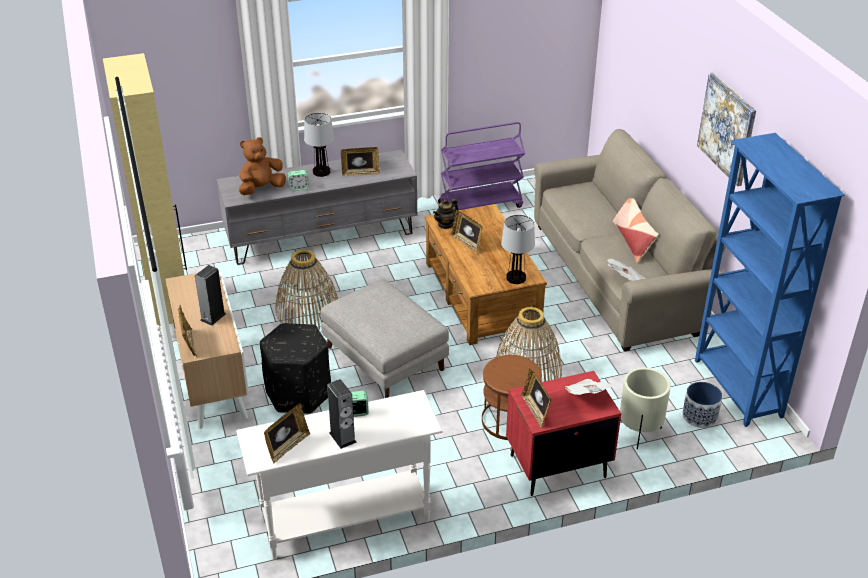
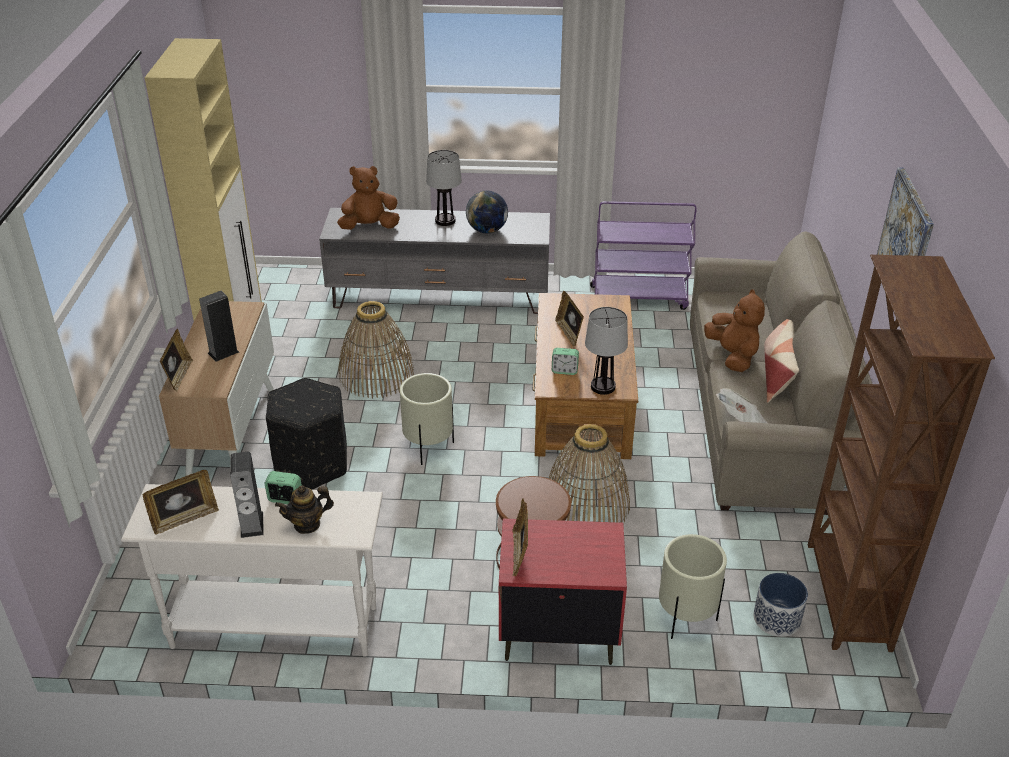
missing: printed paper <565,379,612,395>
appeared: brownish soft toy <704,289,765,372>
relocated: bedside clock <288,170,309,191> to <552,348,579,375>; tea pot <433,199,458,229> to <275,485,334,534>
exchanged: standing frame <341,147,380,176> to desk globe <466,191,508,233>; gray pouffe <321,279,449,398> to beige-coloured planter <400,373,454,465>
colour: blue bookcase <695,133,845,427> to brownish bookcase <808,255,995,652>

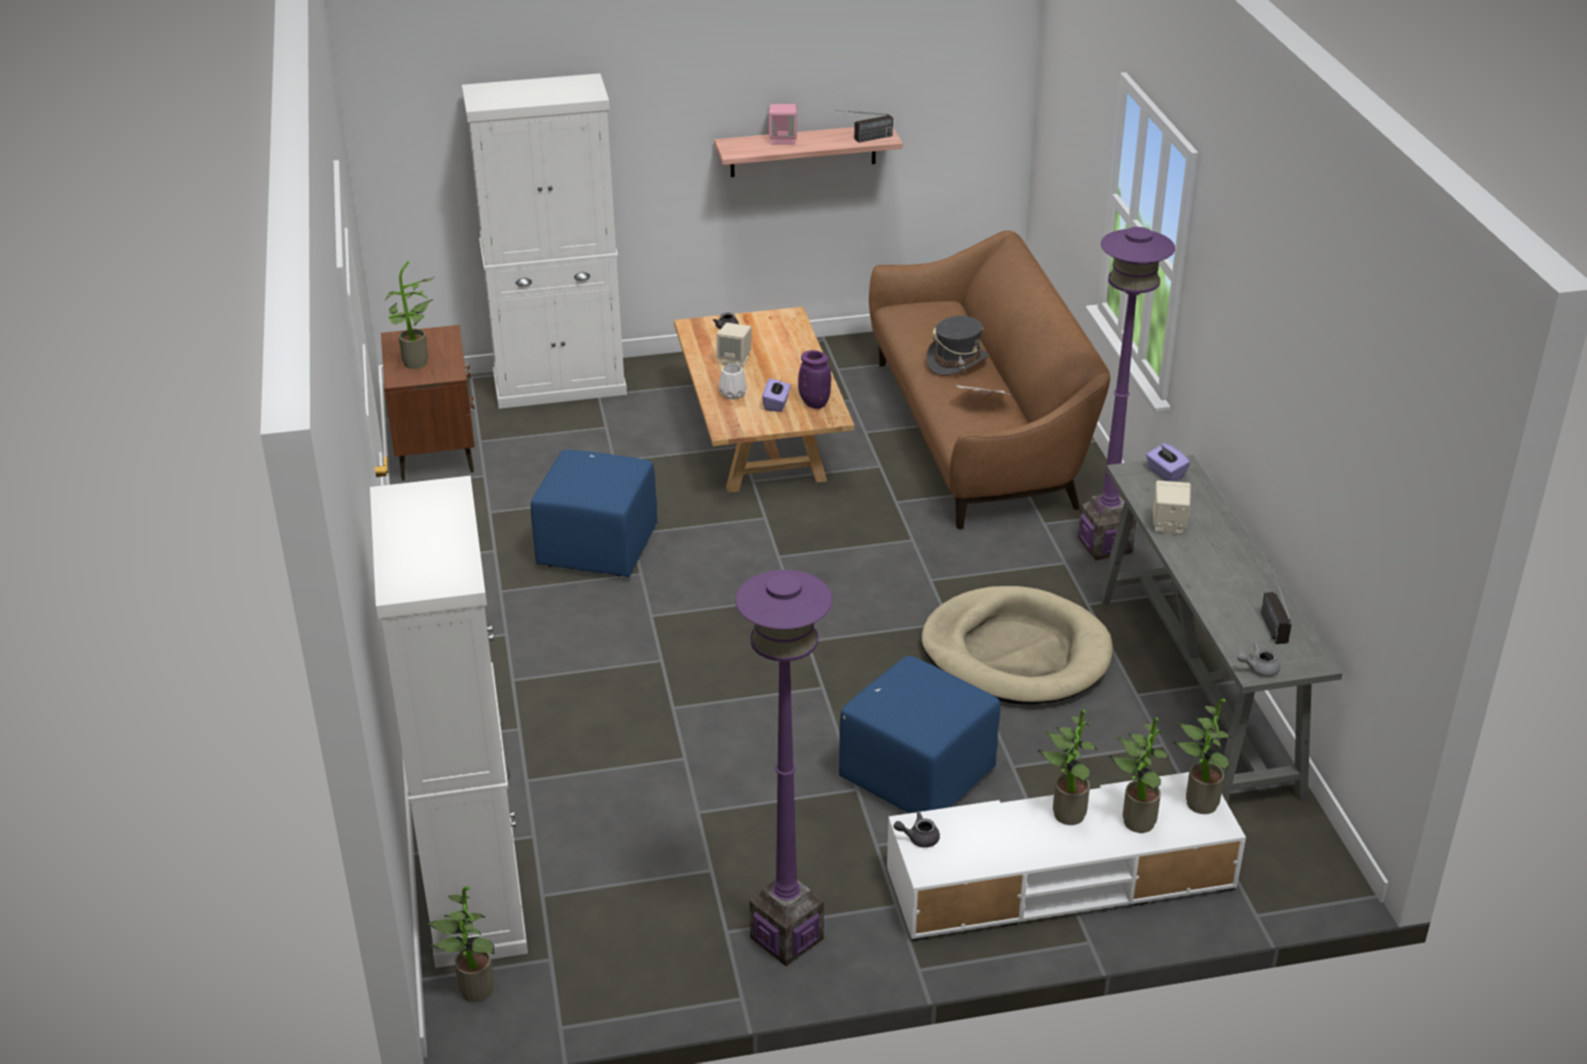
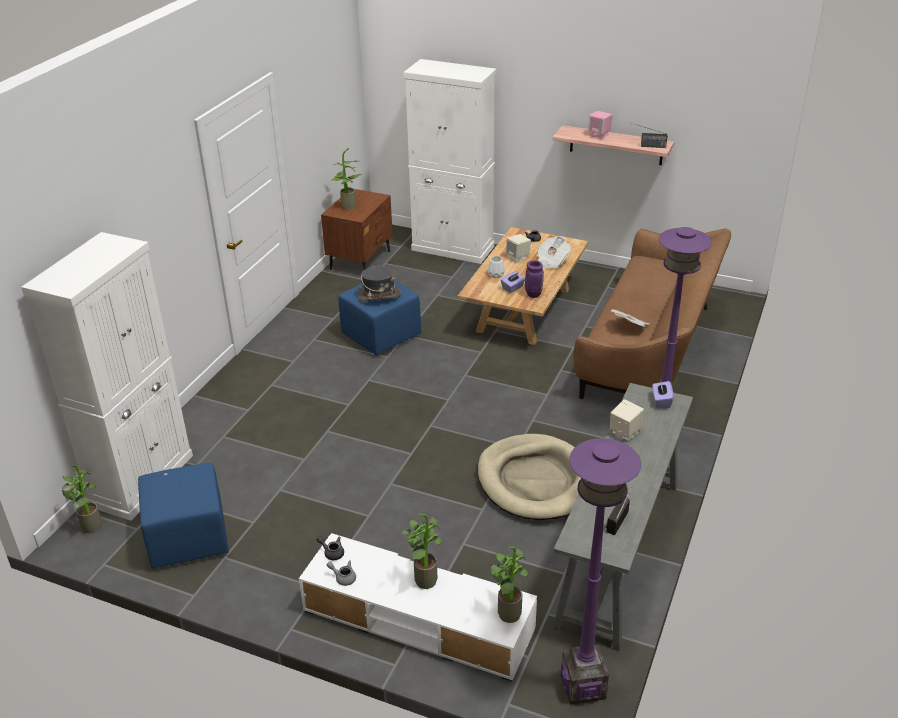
missing: potted plant <1109,717,1169,833>
appeared: printed paper <536,236,571,269>
relocated: gray wearable hat <926,316,989,376> to <357,266,401,301>; purple standing lamp <735,570,833,966> to <561,438,641,705>; gray tea pot <1237,643,1280,677> to <327,560,356,586>; blue pouffe <839,656,1000,813> to <138,463,229,569>

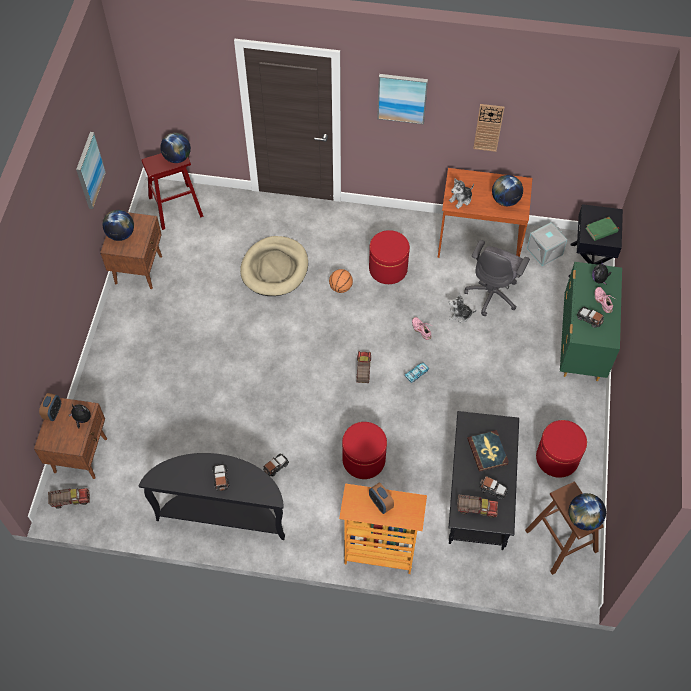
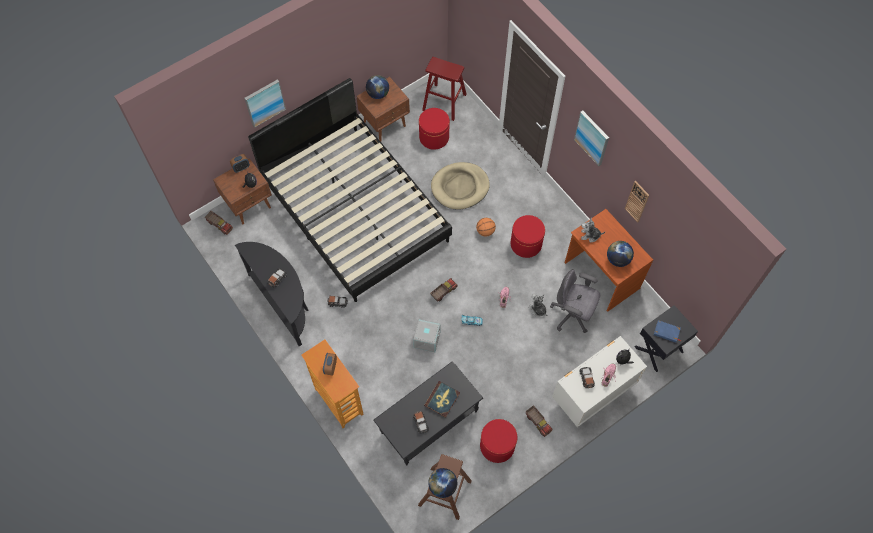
missing: desk globe <160,133,191,163>
appeared: black-coloured bedroom bed <248,78,452,302>
relocated: picture <76,132,106,209> to <244,79,286,128>; gray storage box <527,222,567,266> to <413,319,440,352>; red-coloured pouffe <342,422,387,479> to <419,108,450,150>; toy truck <457,494,498,518> to <526,405,553,437>
colour: green book <586,217,619,241> to blue book <654,320,681,343>; green chest of drawers <560,262,622,381> to white-coloured chest of drawers <552,336,647,427>
spun: gray desk chair <464,240,530,316> = <550,269,600,333> 45 degrees clockwise

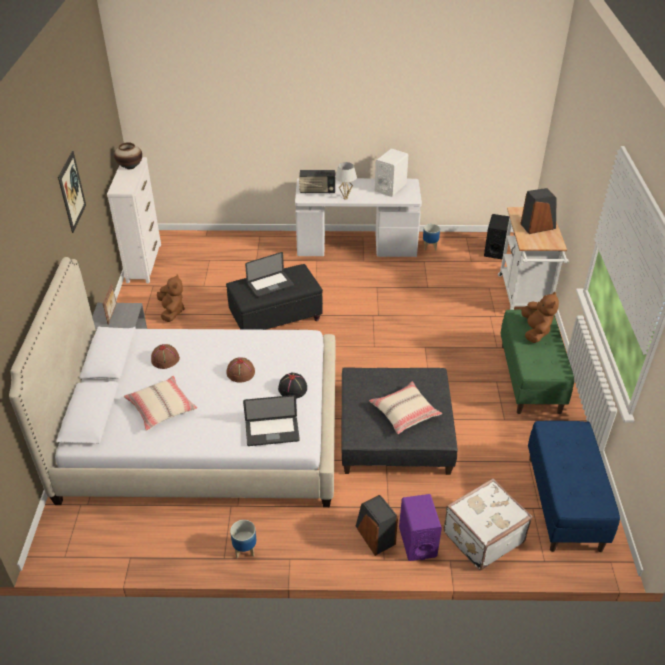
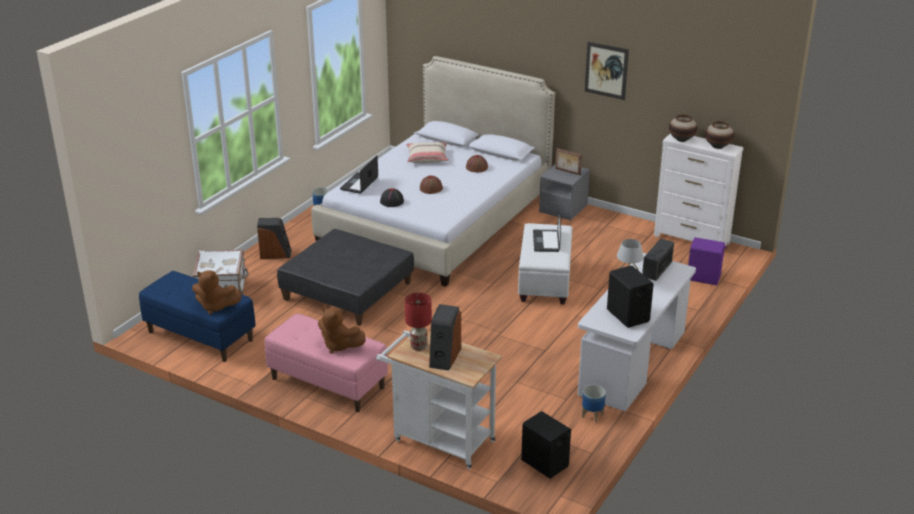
missing: beige-coloured throw pillow <369,381,442,434>
appeared: decorative vase <669,115,697,142>; red-coloured tabletop lamp <405,293,432,351>
relocated: brownish soft toy <157,274,185,322> to <192,270,242,315>; purple speaker <399,494,442,561> to <688,237,727,285>
colour: white-coloured speaker <375,148,408,197> to black-coloured speaker <607,265,654,328>; black-coloured pouffe <226,264,323,330> to white-coloured pouffe <518,223,572,305>; green long seat <500,310,574,414> to pink long seat <264,313,388,412>

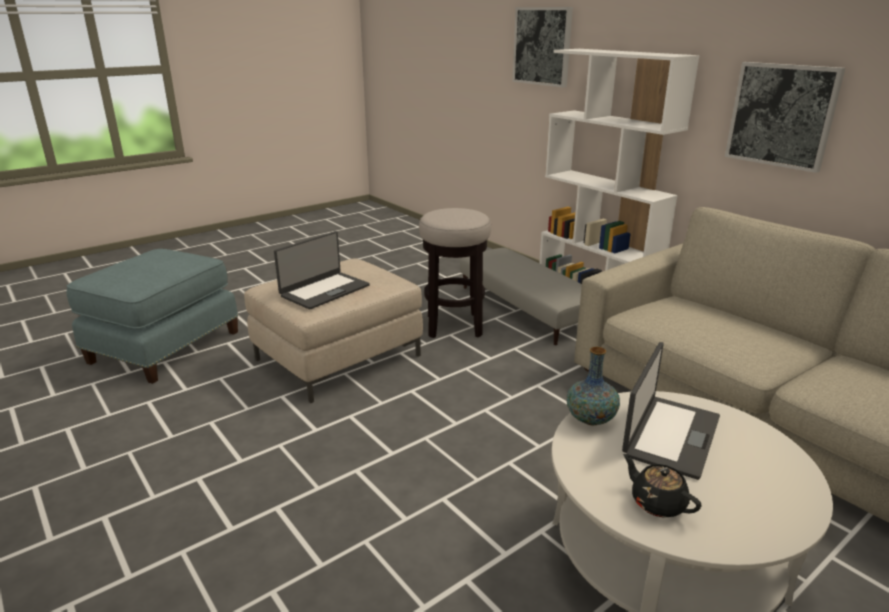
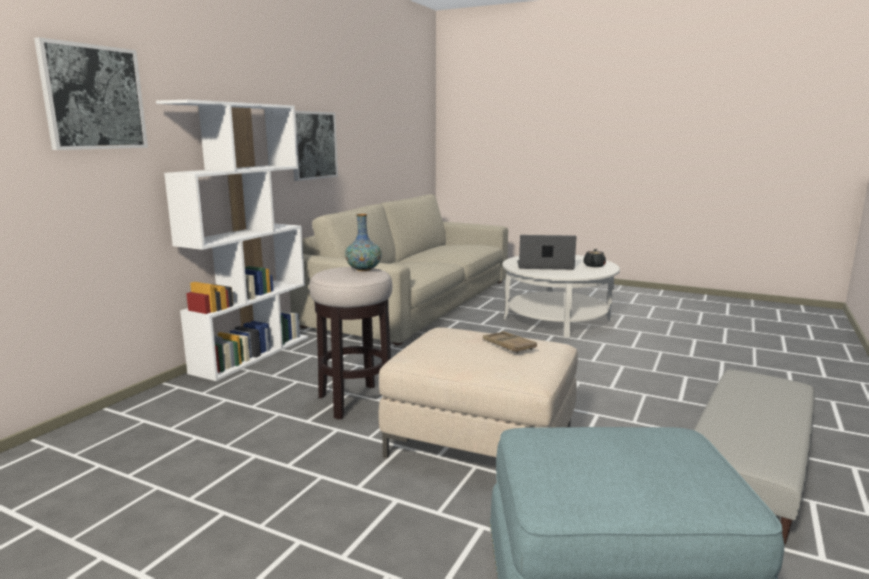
relocated: gray pouffe <460,248,582,345> to <694,370,815,544>; decorative vase <567,347,620,425> to <345,214,382,271>
exchanged: notebook computer <274,231,370,310> to brownish serving tray <483,331,537,353>

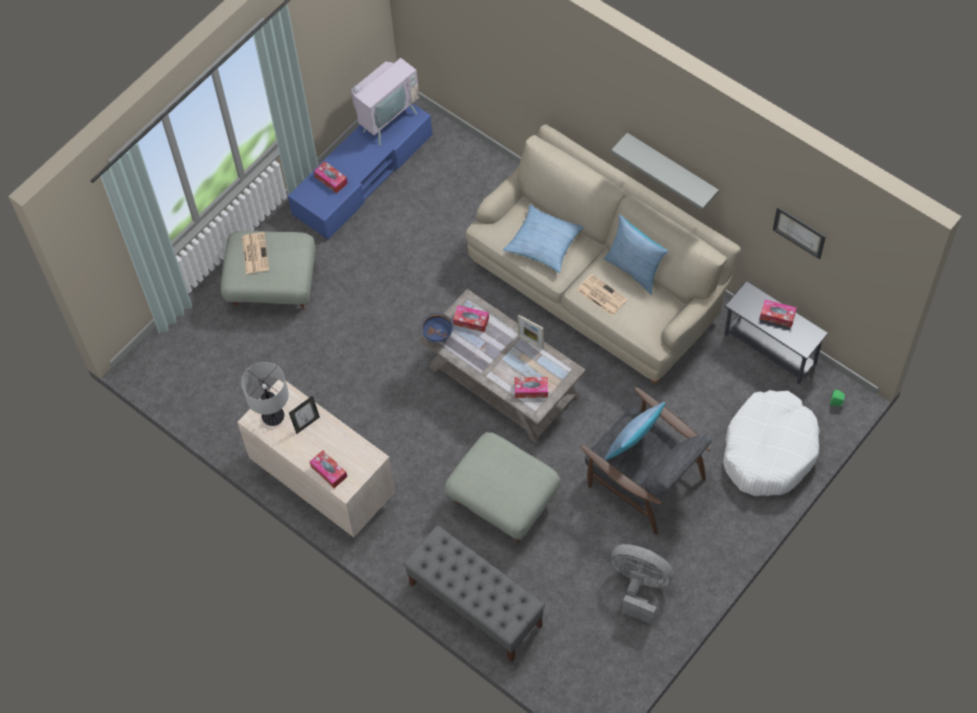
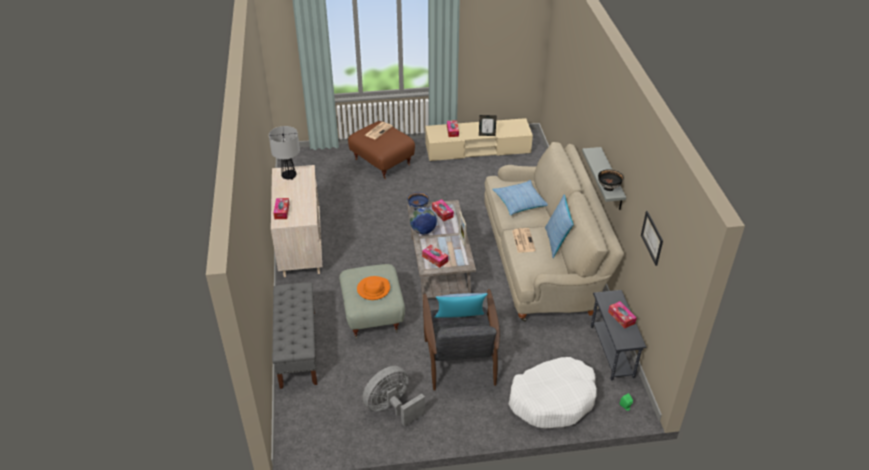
missing: TV set <345,58,419,145>
appeared: black-coloured bowl <598,169,624,191>; desk globe <410,207,437,234>; orange wearable hat <357,276,390,300>
relocated: standing frame <289,396,320,434> to <479,115,497,136>
colour: blue tv unit <288,103,432,239> to beige-coloured tv unit <425,118,533,161>; gray pouffe <221,231,315,309> to brownish pouffe <348,121,415,179>
spun: gray electric fan <611,544,674,625> = <363,366,425,427> 105 degrees counterclockwise

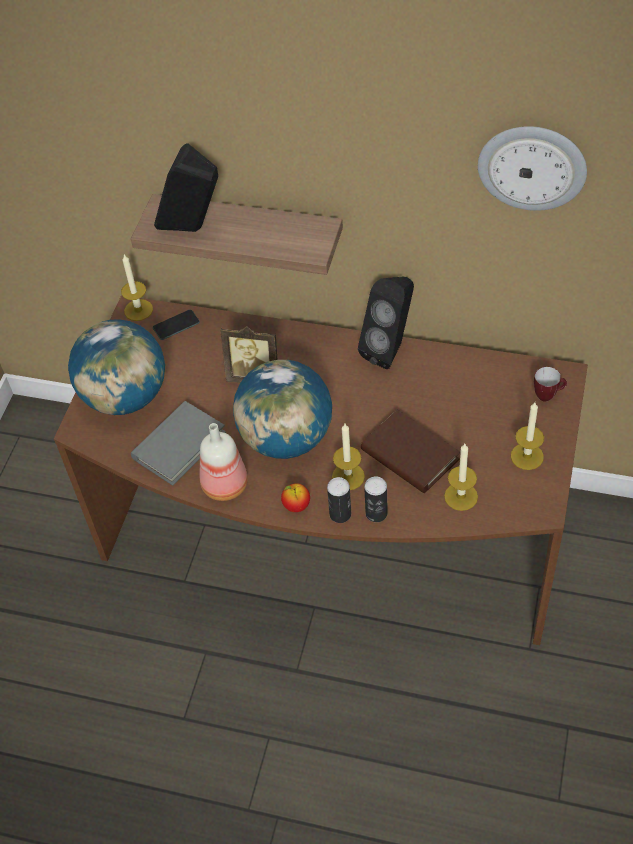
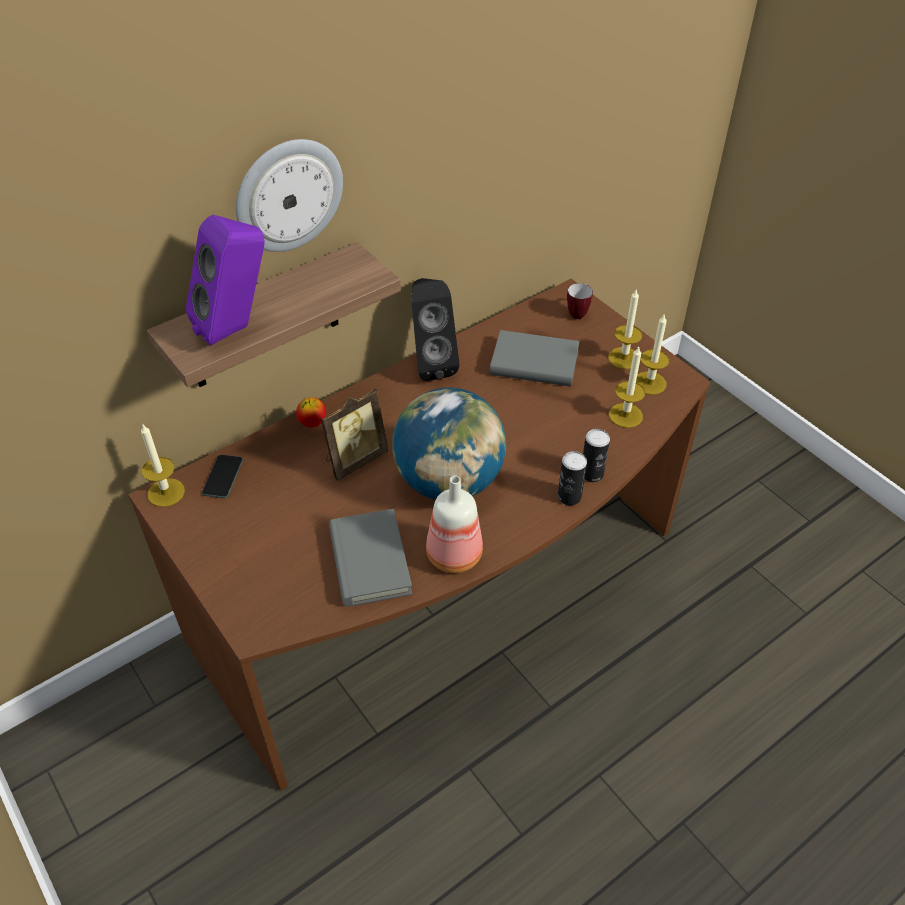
missing: desk globe <68,319,165,415>; brownish book <361,410,460,493>
appeared: gray book <490,330,580,386>
relocated: wall clock <478,126,587,211> to <236,139,343,252>; wax candle <332,424,365,490> to <636,313,669,395>; whole apple <281,483,310,512> to <296,397,326,427>
colour: black-coloured speaker <154,143,218,232> to purple speaker <186,215,265,346>

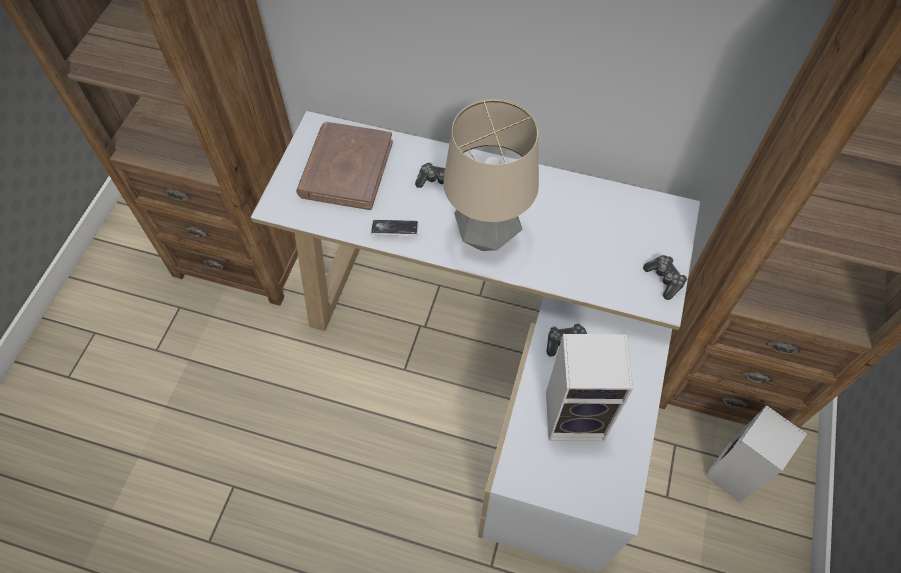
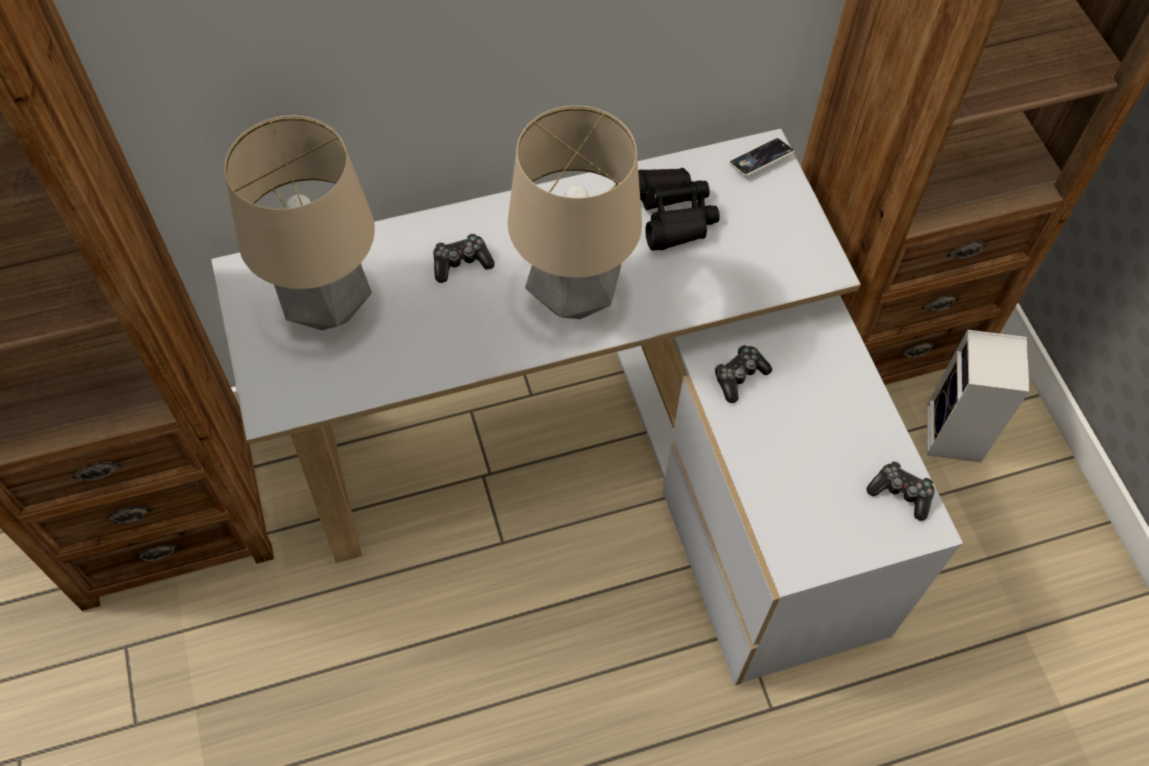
missing: speaker <546,334,633,441>
appeared: black-coloured field glasses <638,168,720,251>
relocated: telephone <371,220,418,236> to <729,138,794,176>; gamepad <643,255,687,300> to <867,461,935,521>
exchanged: brownish book <296,122,393,210> to tabletop lamp <224,116,375,330>

